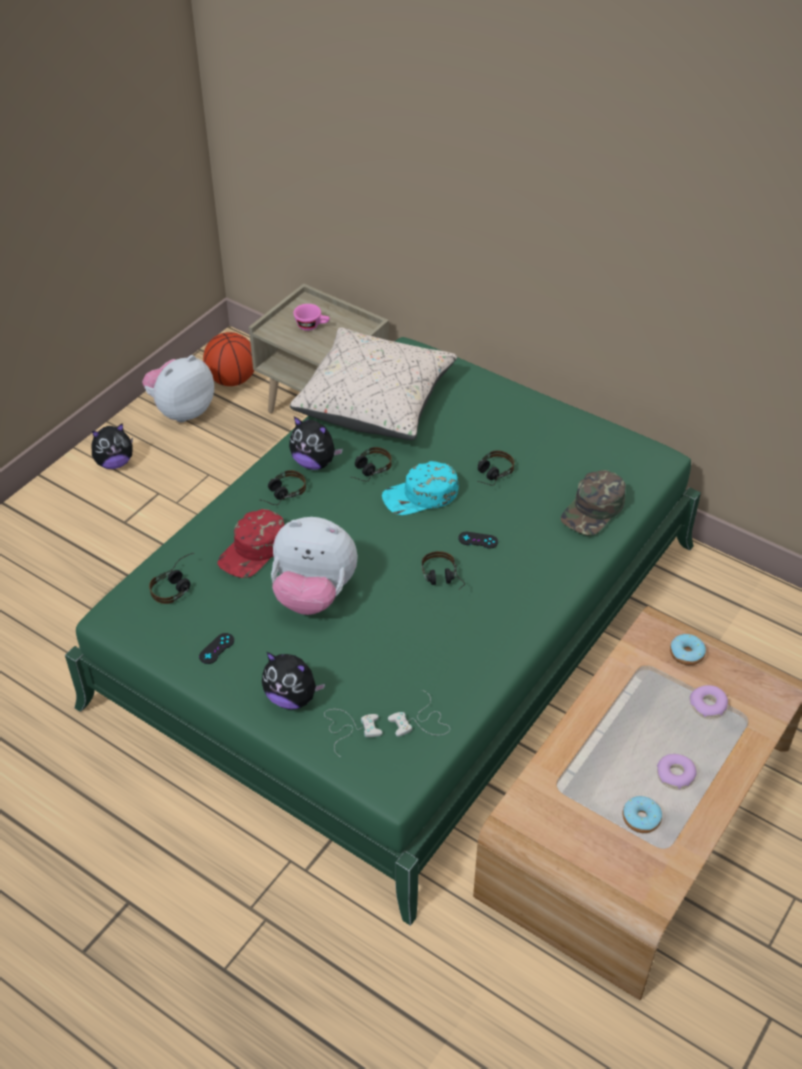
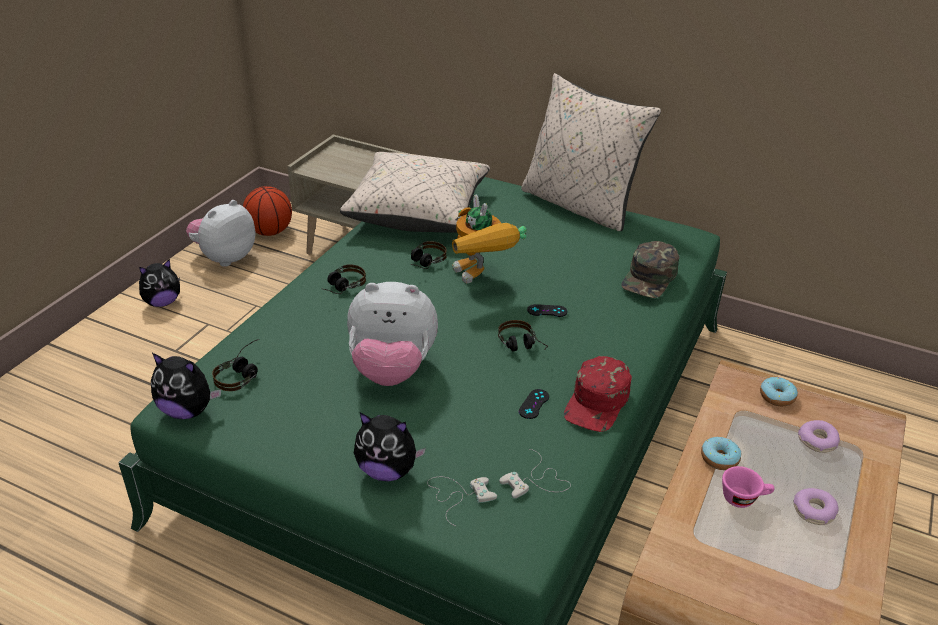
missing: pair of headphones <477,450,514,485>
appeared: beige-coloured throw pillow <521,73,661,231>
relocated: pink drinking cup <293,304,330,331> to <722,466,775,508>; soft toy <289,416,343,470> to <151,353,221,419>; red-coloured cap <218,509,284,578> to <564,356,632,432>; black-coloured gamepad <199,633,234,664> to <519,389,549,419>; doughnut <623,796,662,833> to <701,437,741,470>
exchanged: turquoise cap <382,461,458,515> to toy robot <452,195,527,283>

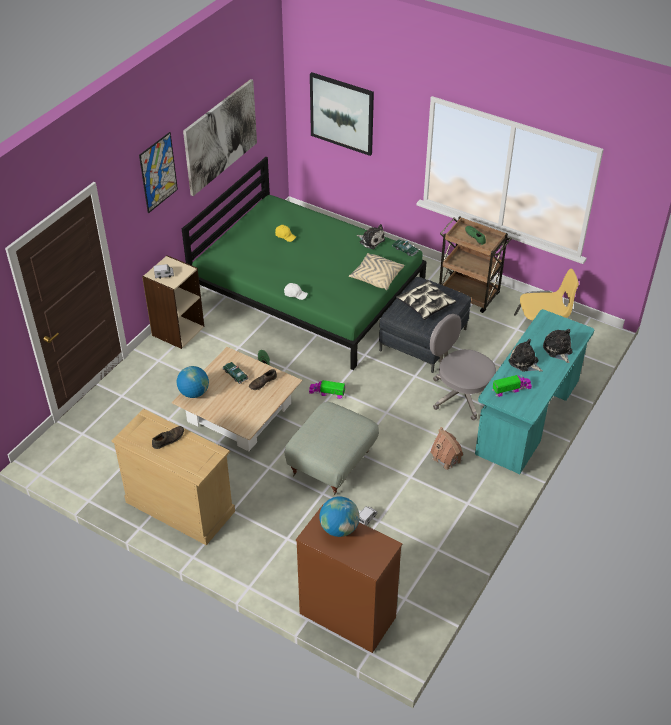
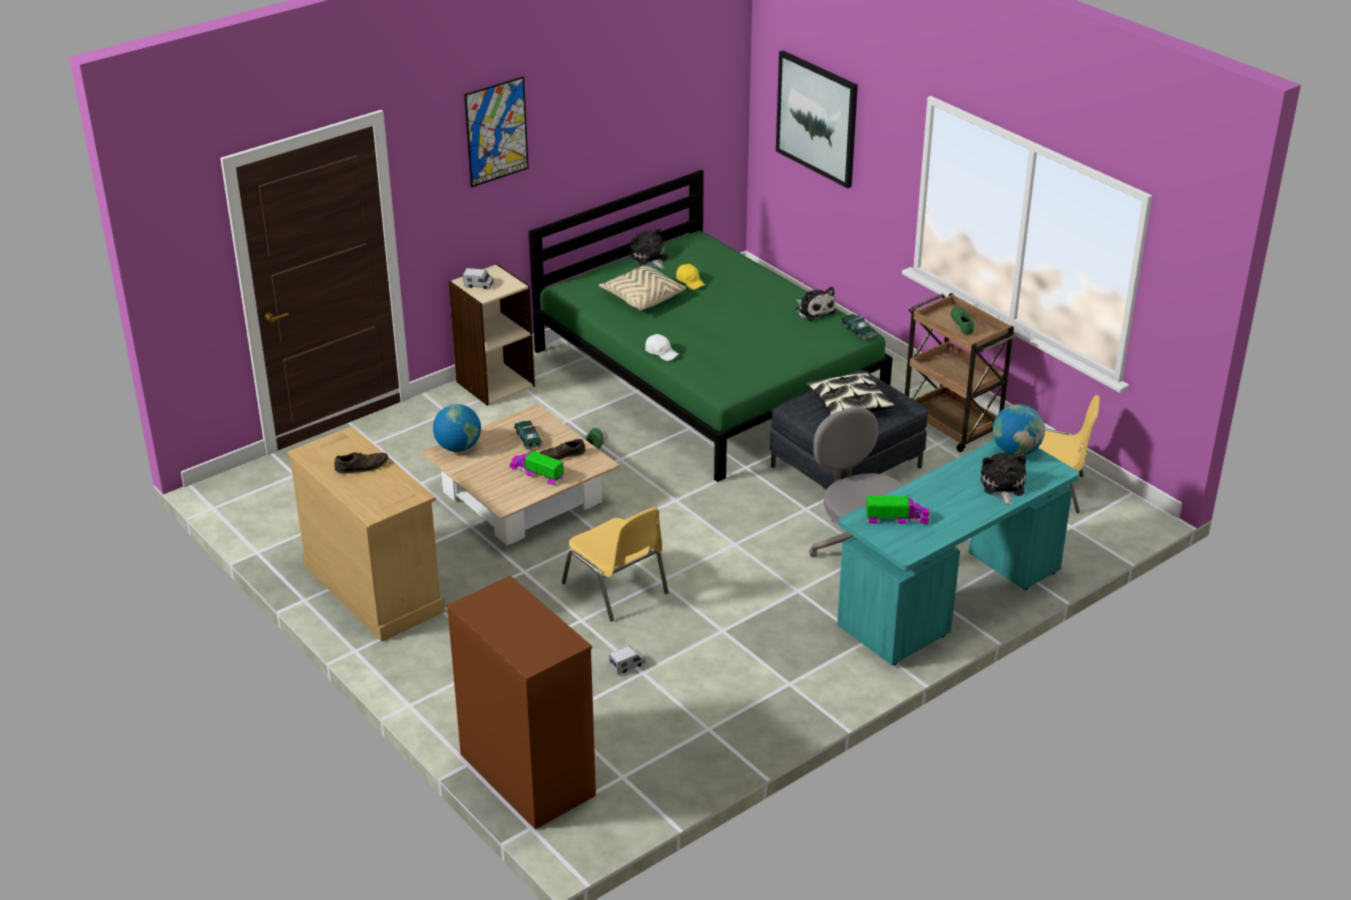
missing: picture <183,79,257,196>; toy house <430,427,463,470>
relocated: beige-coloured throw pillow <349,253,404,290> to <599,265,686,311>; soft toy <508,339,543,372> to <630,228,668,269>; toy truck <309,380,345,399> to <509,451,564,485>; desk globe <320,496,359,537> to <992,404,1045,455>
exchanged: gray pouffe <285,402,379,496> to yellow upright chair <562,507,669,621>

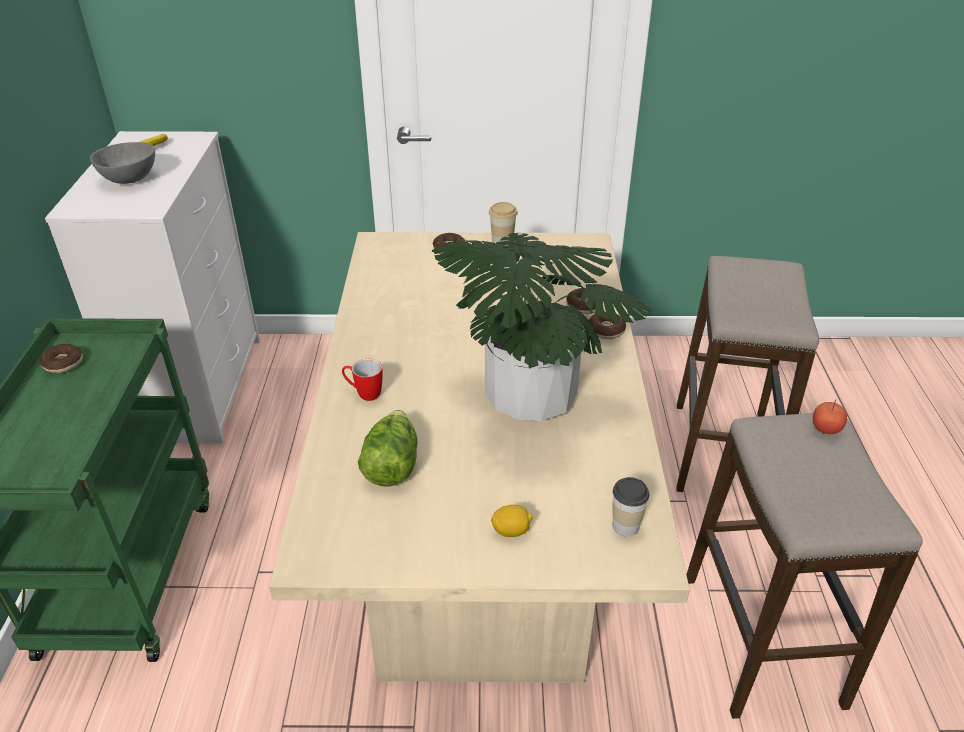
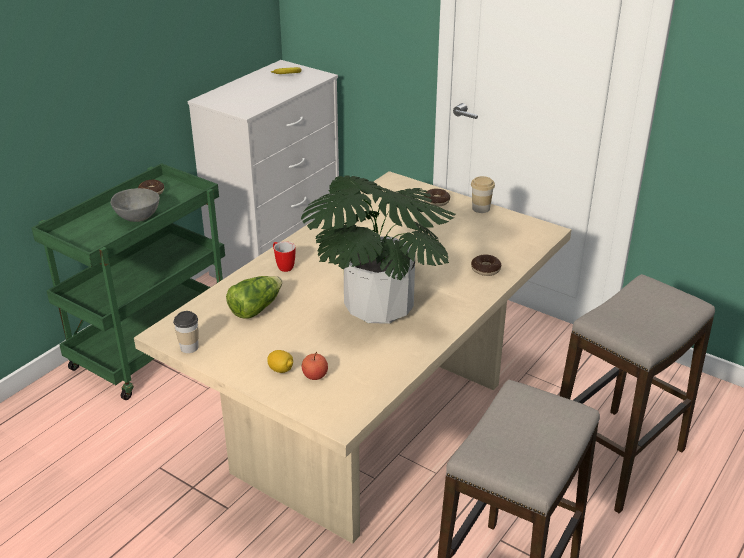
missing: doughnut <589,312,626,339>
relocated: gray bowl <90,142,155,184> to <111,188,160,222>; whole apple <813,399,847,434> to <302,352,328,380>; drinking cup <612,477,649,537> to <173,311,199,353>

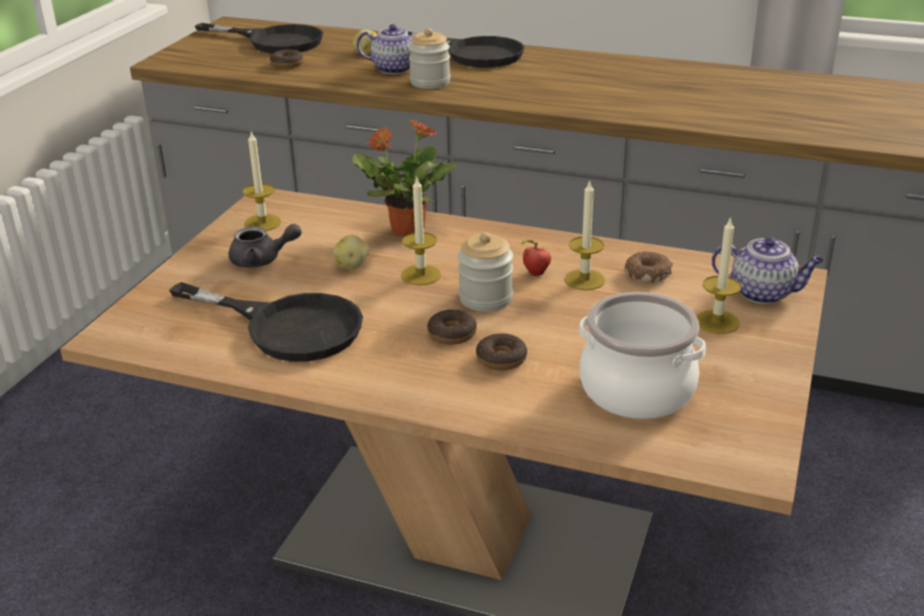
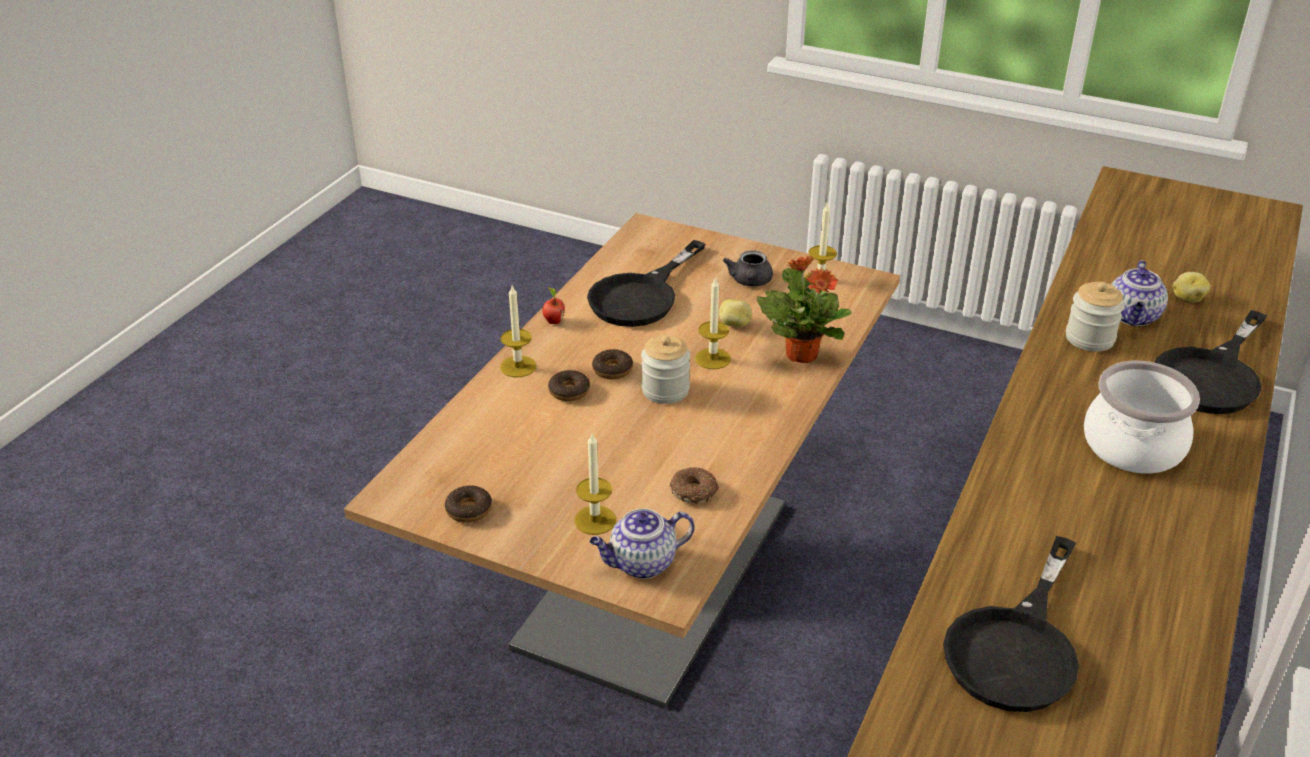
relocated: black-coloured skillet <195,23,323,54> to <943,536,1079,712>; doughnut <270,49,304,69> to <445,485,492,523>; wax candle <564,179,605,290> to <500,286,536,377>; whole apple <521,240,551,276> to <542,287,565,324>; saucepot <579,292,706,419> to <1084,361,1200,474>
spun: tea pot <712,237,824,304> = <590,509,695,579> 45 degrees clockwise

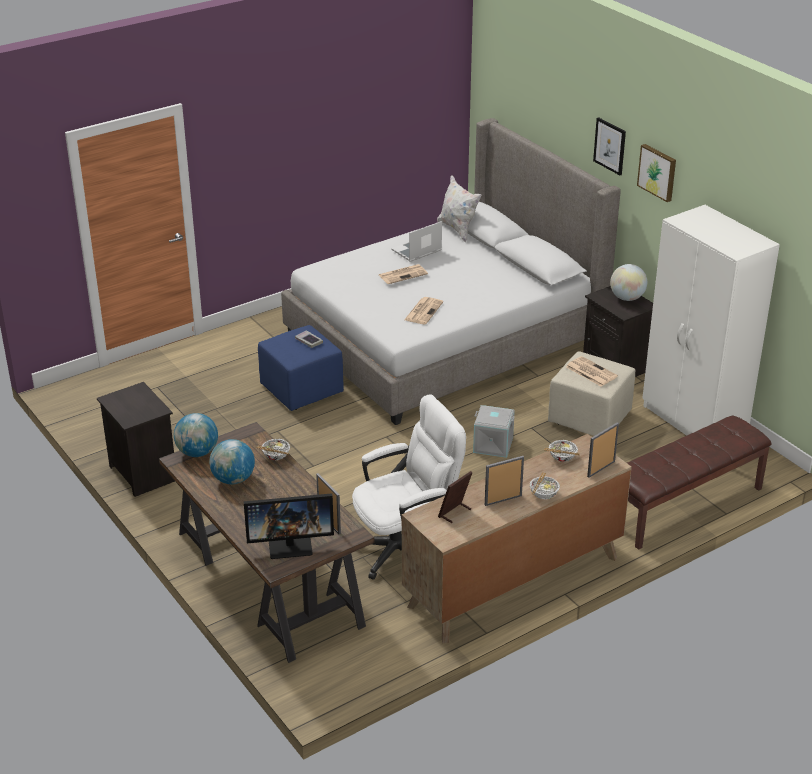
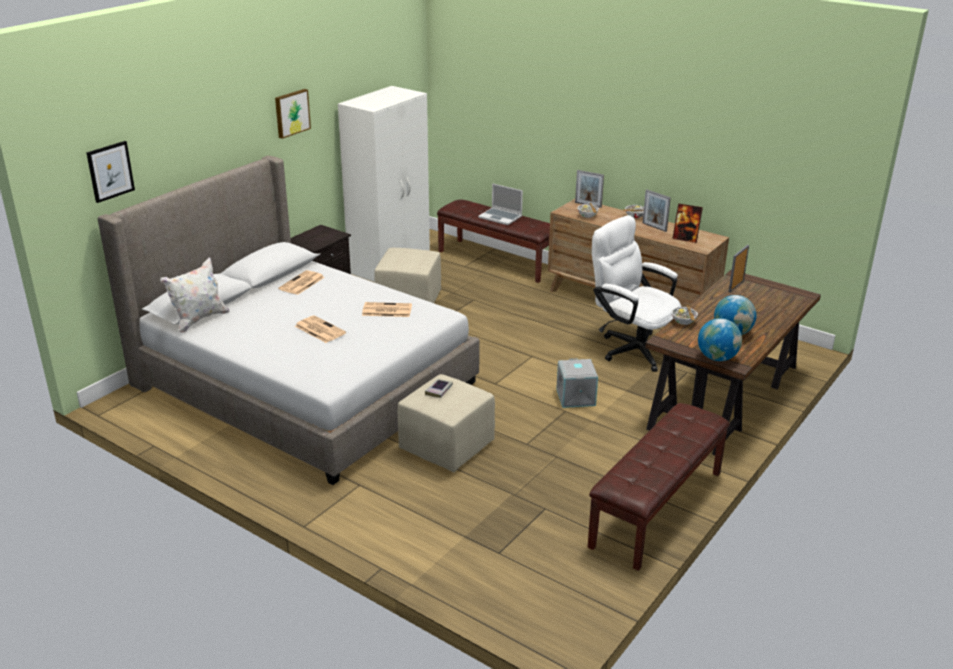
missing: desk globe <610,264,647,301>; computer display <243,493,334,559>
relocated: picture <593,117,626,175> to <86,141,135,203>; notebook computer <391,221,442,262> to <478,183,523,225>; printed paper <566,356,618,386> to <278,270,324,295>; gray storage box <473,405,515,458> to <556,358,598,408>
exchanged: black-coloured night table <97,382,175,497> to brownish long seat <588,403,730,571>
colour: blue pouffe <258,325,344,411> to beige-coloured pouffe <398,374,495,473>

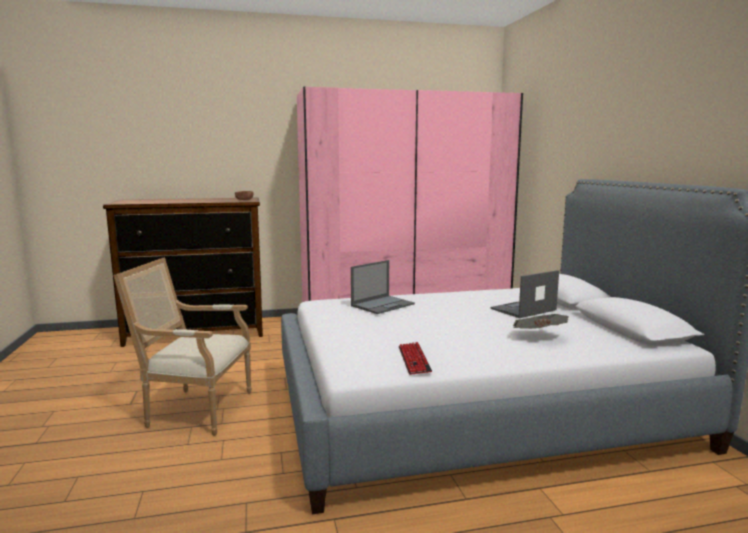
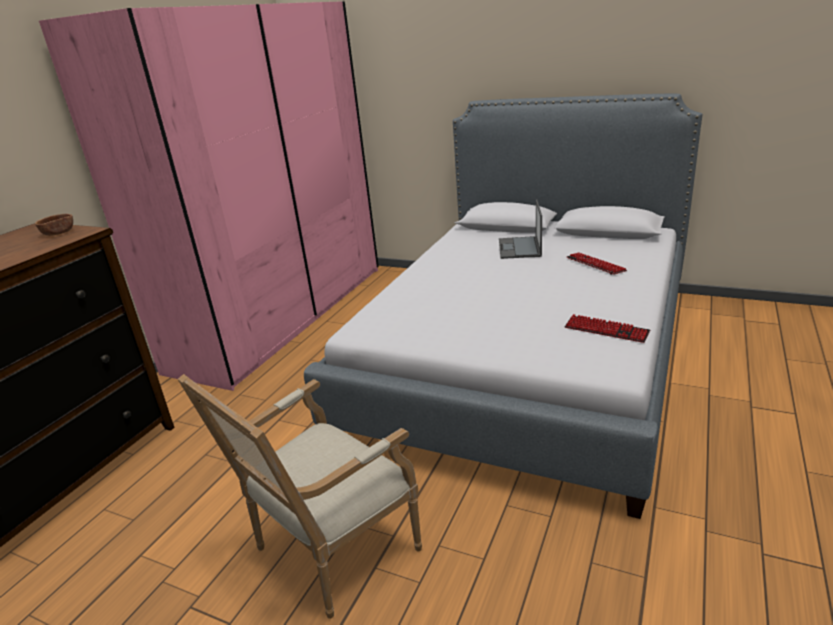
missing: notebook computer <351,260,415,314>
exchanged: printed paper <513,314,568,329> to keyboard <566,252,627,275>

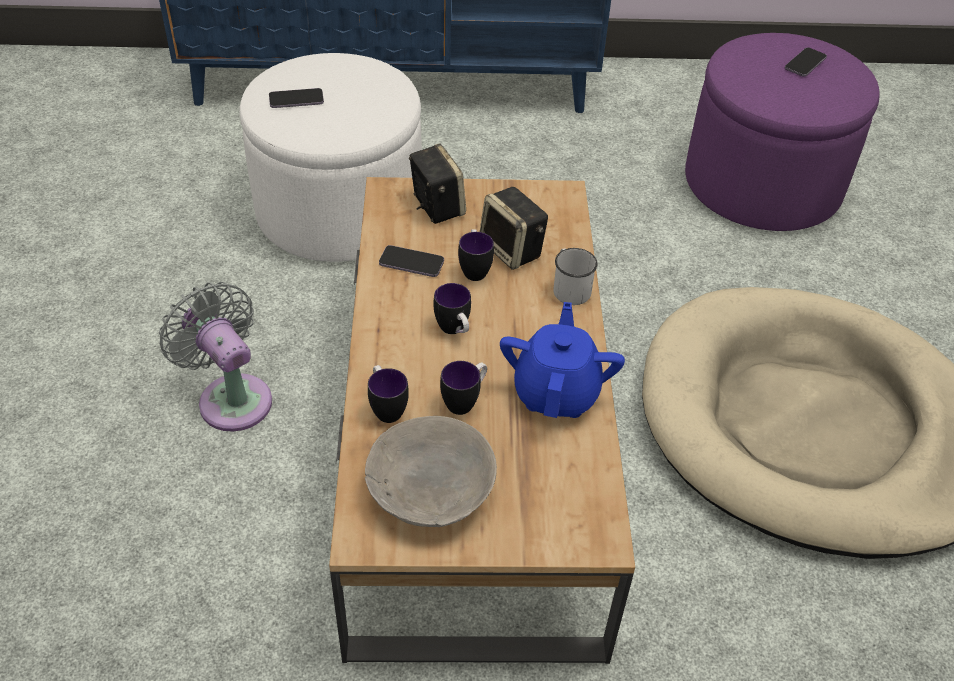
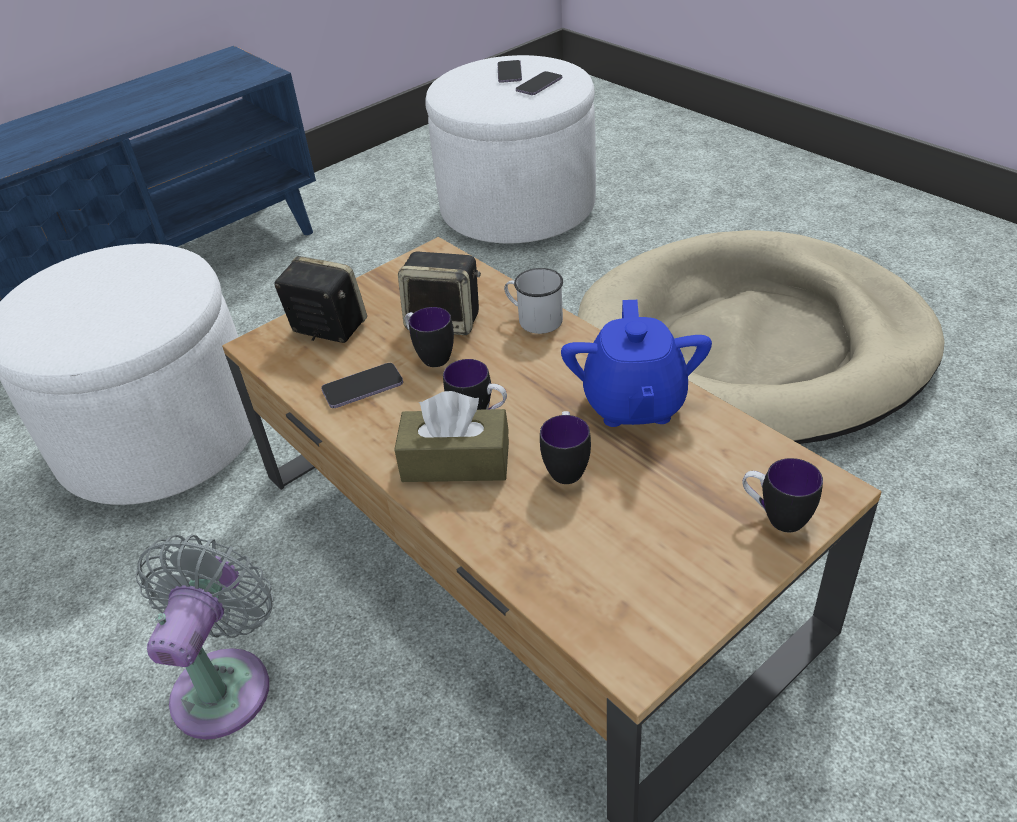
missing: gray bowl <365,416,497,527>
appeared: brownish tissue holder <394,391,509,482>
relocated: telephone <269,88,324,108> to <516,71,562,95>; tea mug <368,365,409,423> to <742,458,823,532>
colour: purple pouffe <685,33,880,231> to white-coloured pouffe <425,55,596,243>
spun: gray electric fan <159,282,272,432> = <136,535,273,740> 90 degrees clockwise; blue tea pot <500,302,625,418> = <561,300,712,427> 150 degrees counterclockwise

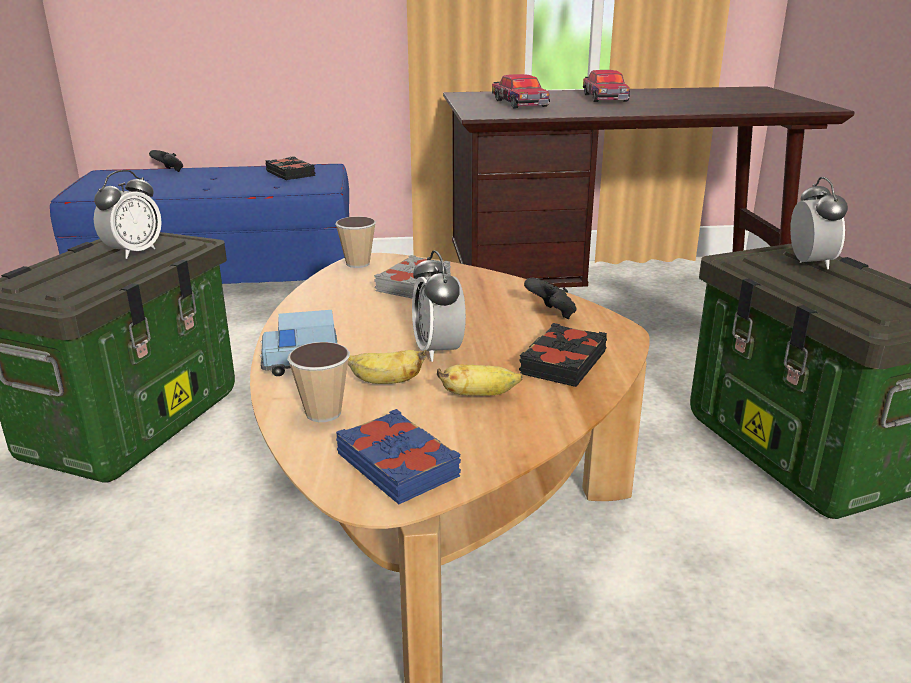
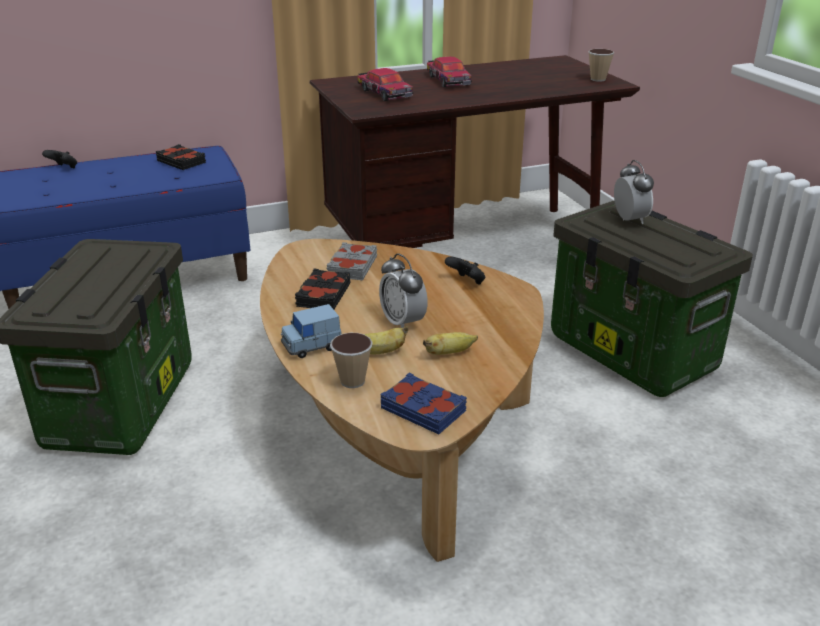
missing: bedside clock <94,170,162,259>
relocated: drinking cup <335,217,376,268> to <588,49,614,82>; black-coloured book <519,323,607,387> to <295,269,351,309>

